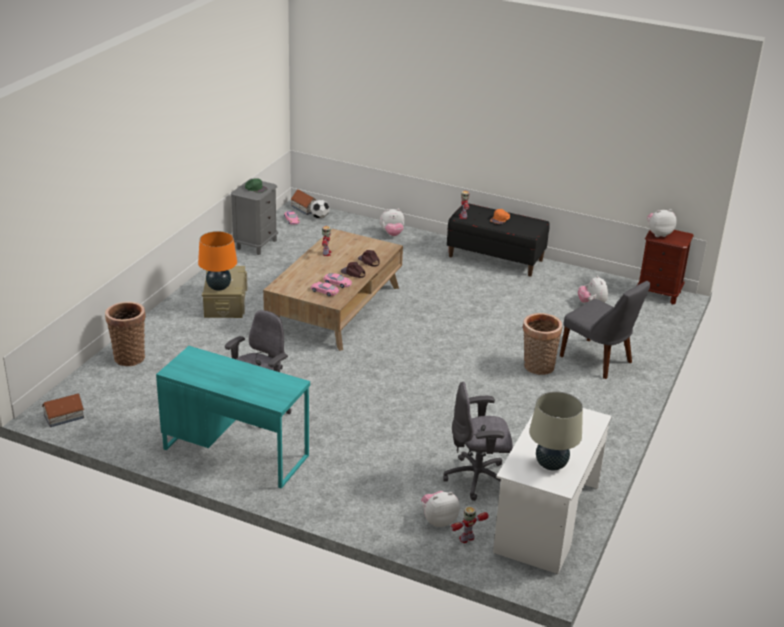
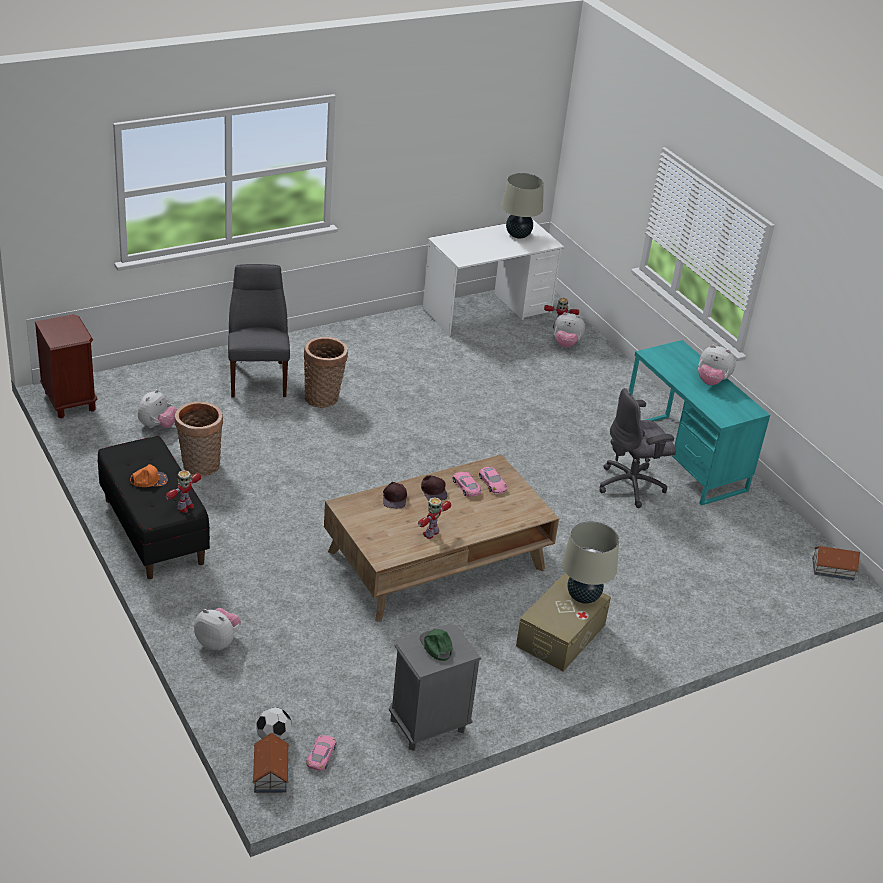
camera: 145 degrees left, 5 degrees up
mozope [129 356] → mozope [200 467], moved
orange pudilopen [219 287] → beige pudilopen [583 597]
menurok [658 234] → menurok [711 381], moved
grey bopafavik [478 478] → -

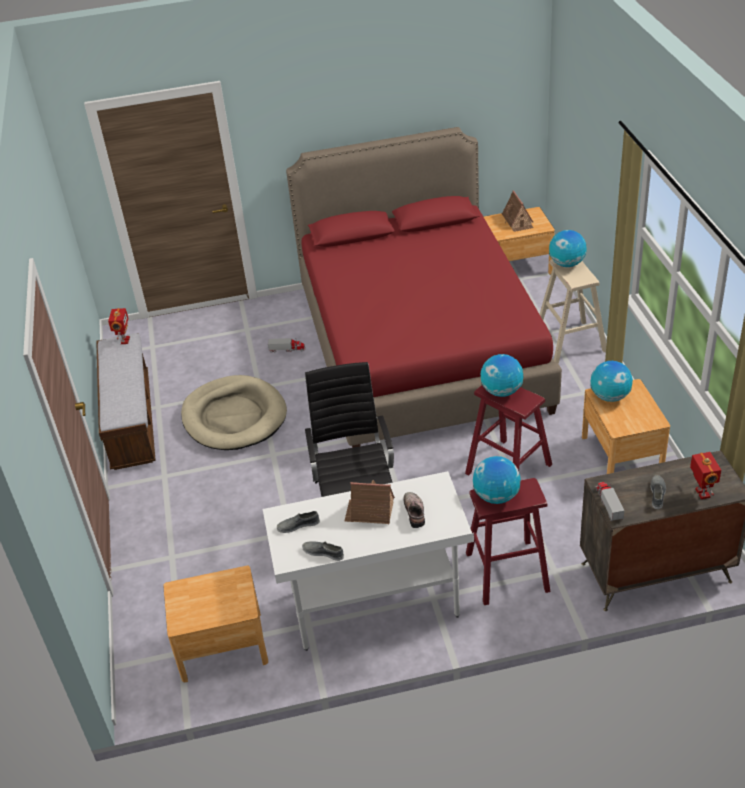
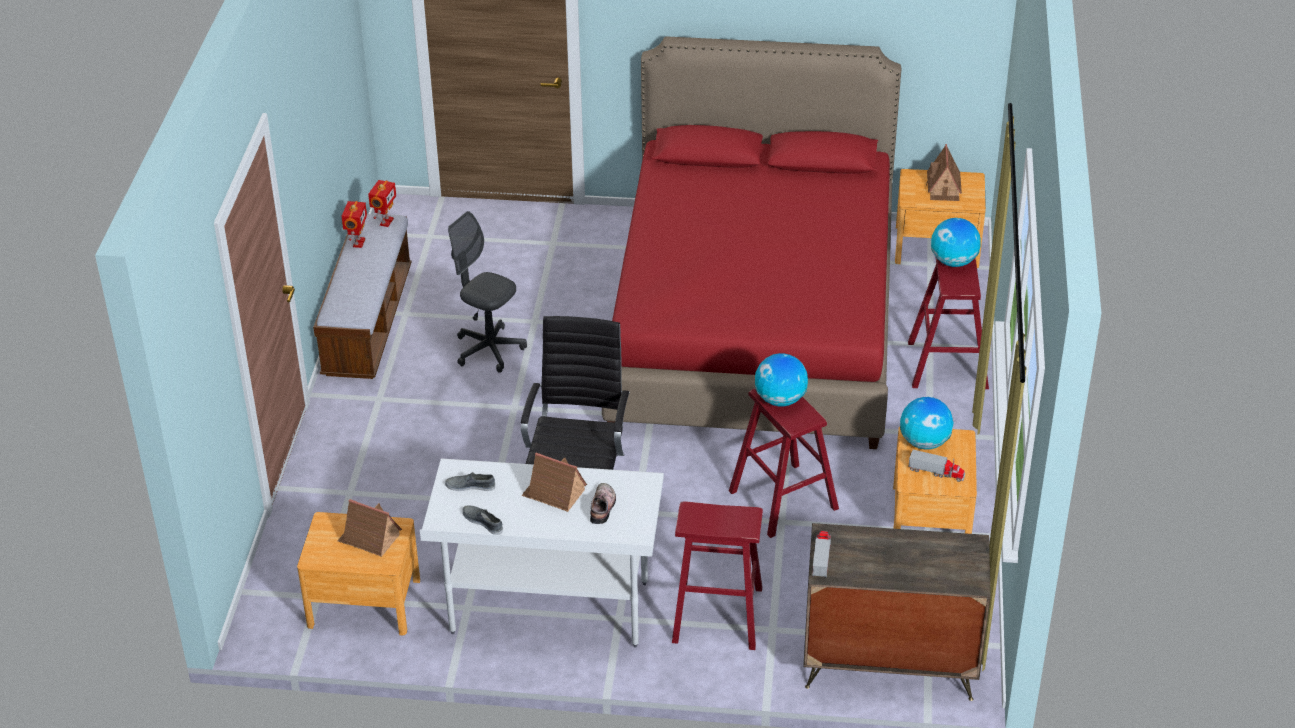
camera: 15 degrees right, 0 degrees up
- → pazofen [369 538]
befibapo [701 493] → befibapo [357 243], moved
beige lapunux [234 417] → grey bopafavik [489 350]
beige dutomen [570 342] → red dutomen [947 365]
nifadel [287 349] → nifadel [936 472], moved
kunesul [496 496] → -
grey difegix [657 494] → -

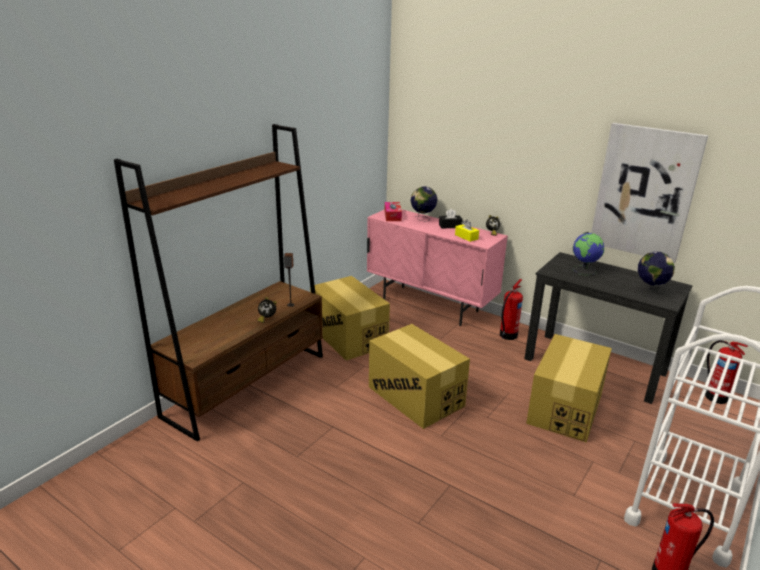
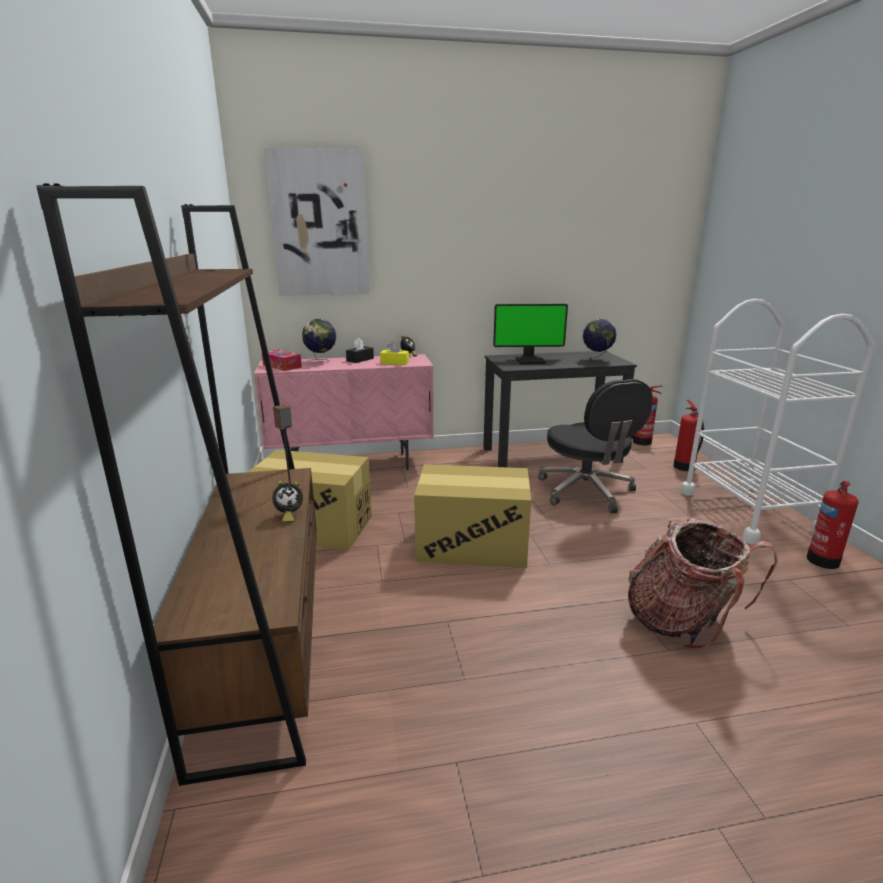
camera: 45 degrees left, 5 degrees down
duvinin [644 192] → duvinin [320 224], moved
kunesul [584 270] → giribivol [530 360]
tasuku [565 408] → black bopafavik [586 492]
- → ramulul [682 622]
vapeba [507 335] → vapeba [684 467], moved

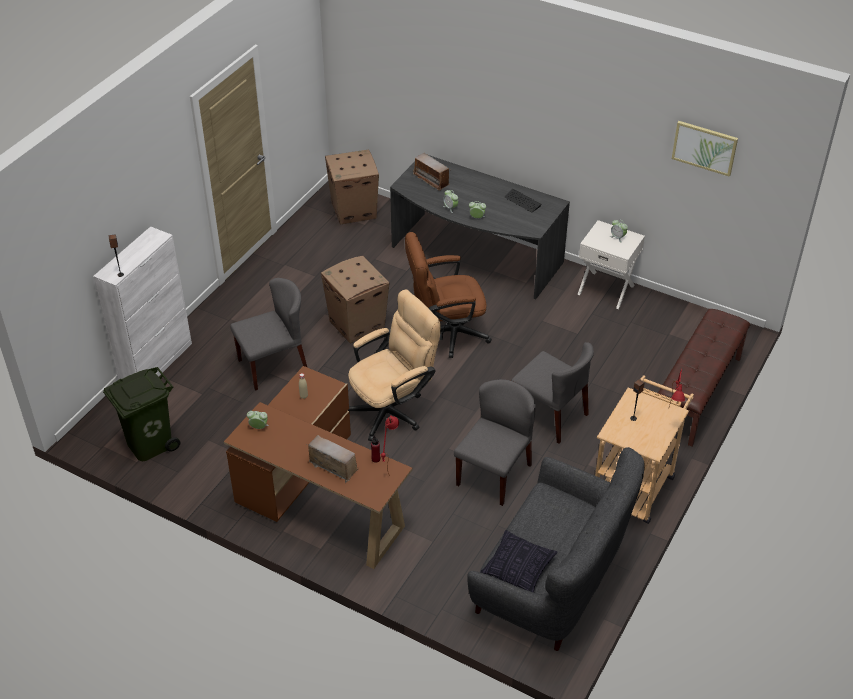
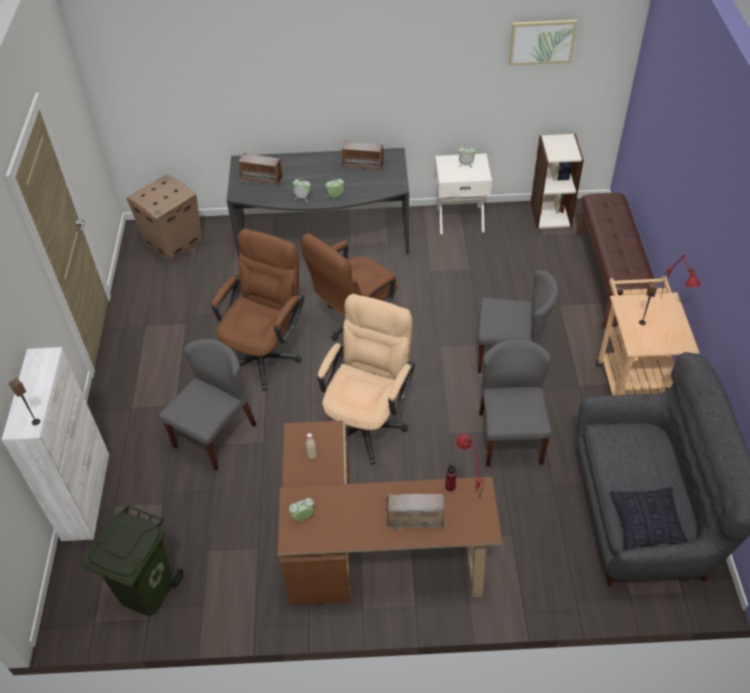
camera: 30 degrees left, 5 degrees up
tasuku [357 324] → brown bopafavik [265 352]
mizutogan [522 201] → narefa [363 164]
- → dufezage [550 214]

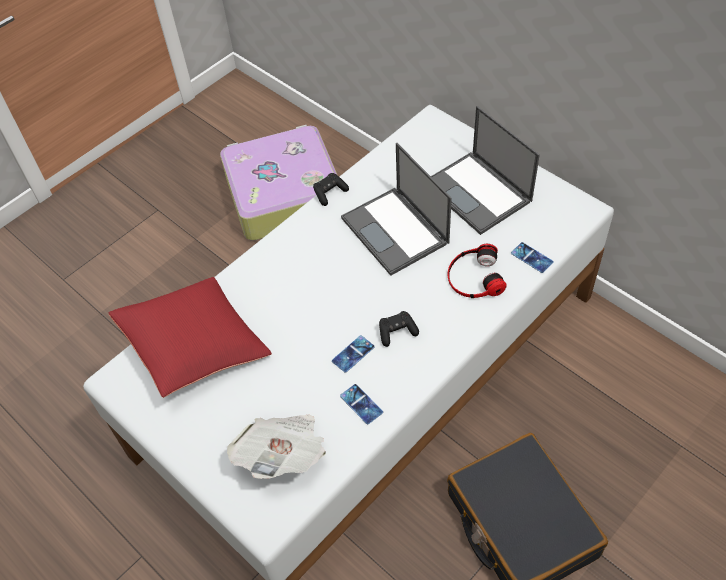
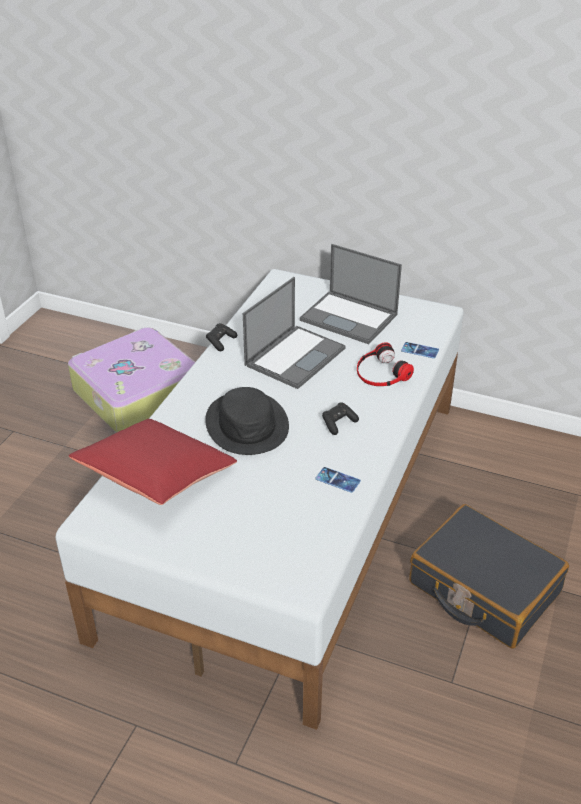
camera: 25 degrees left, 15 degrees down
- → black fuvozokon [247 424]
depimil [396 231] → depimil [295 356], 90 degrees counterclockwise
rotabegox [283 454] → -
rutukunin [353 354] → -

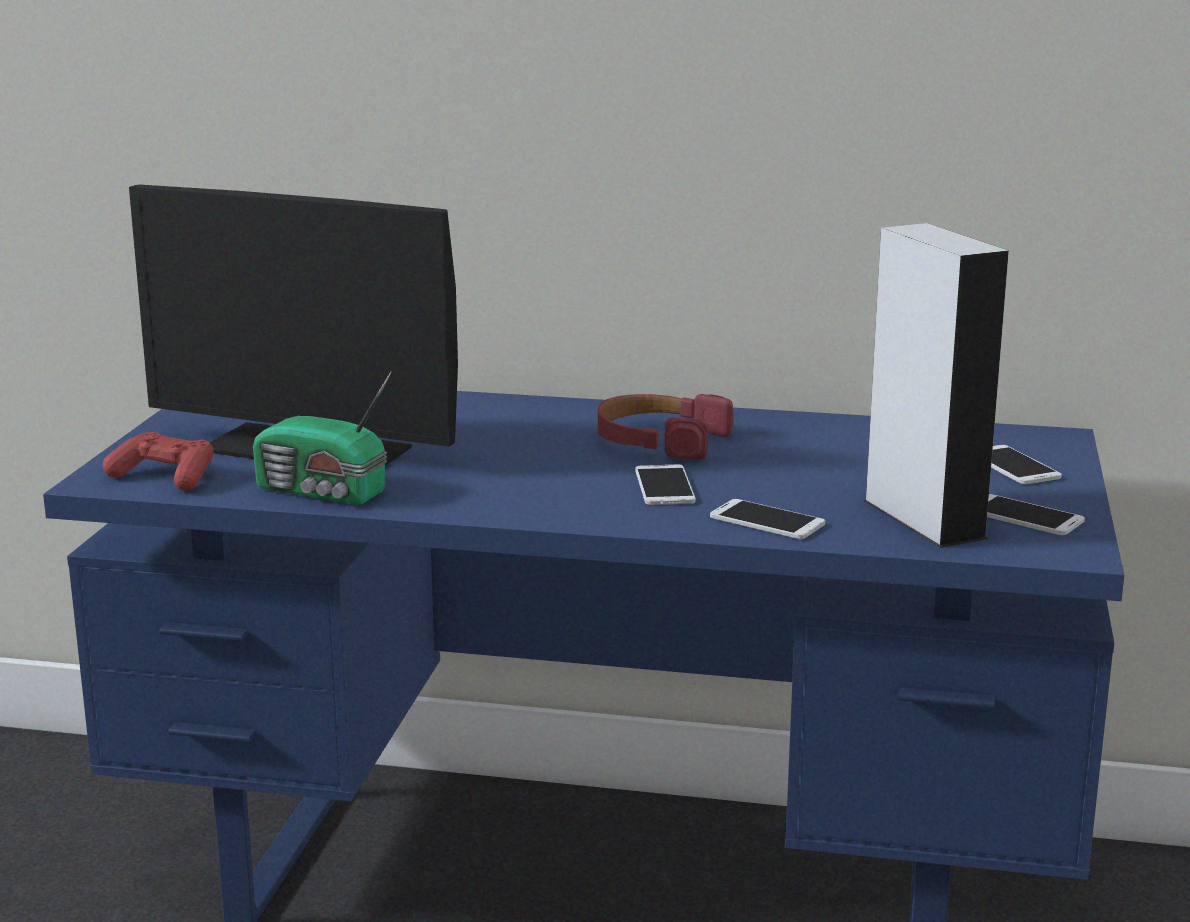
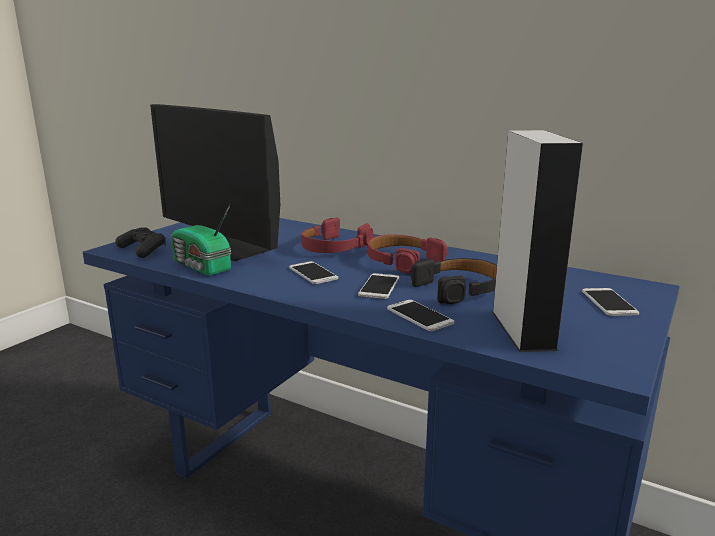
camera: 20 degrees right, 0 degrees up
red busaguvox [164 476] → black busaguvox [142 250]
rutukunin [1025 516] → rutukunin [313 273], moved
- → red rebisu [333 247]
- → black rebisu [459 288]

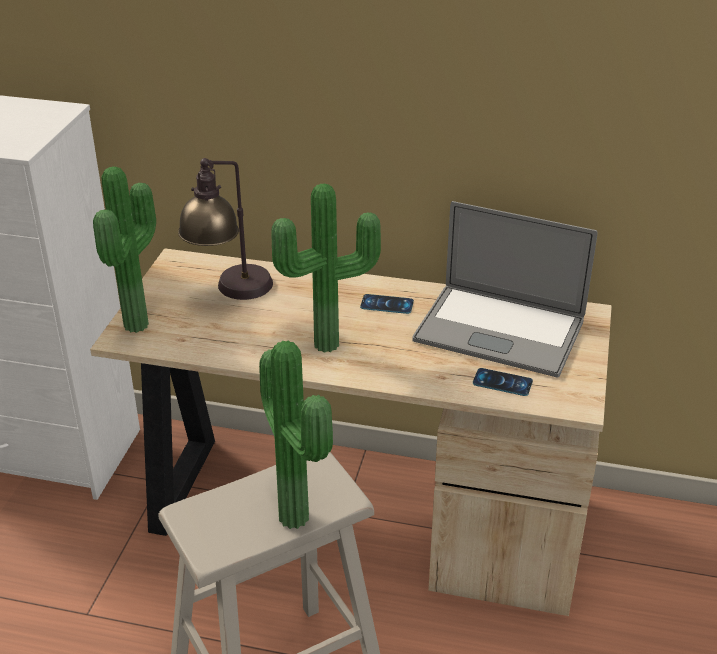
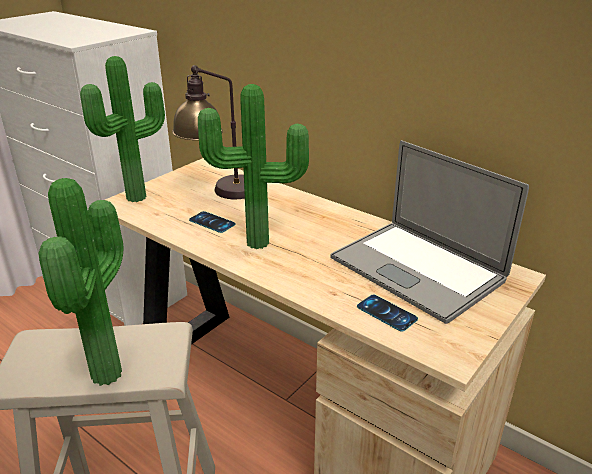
camera: 25 degrees right, 5 degrees down
rutukunin [387 304] → rutukunin [212 222], moved

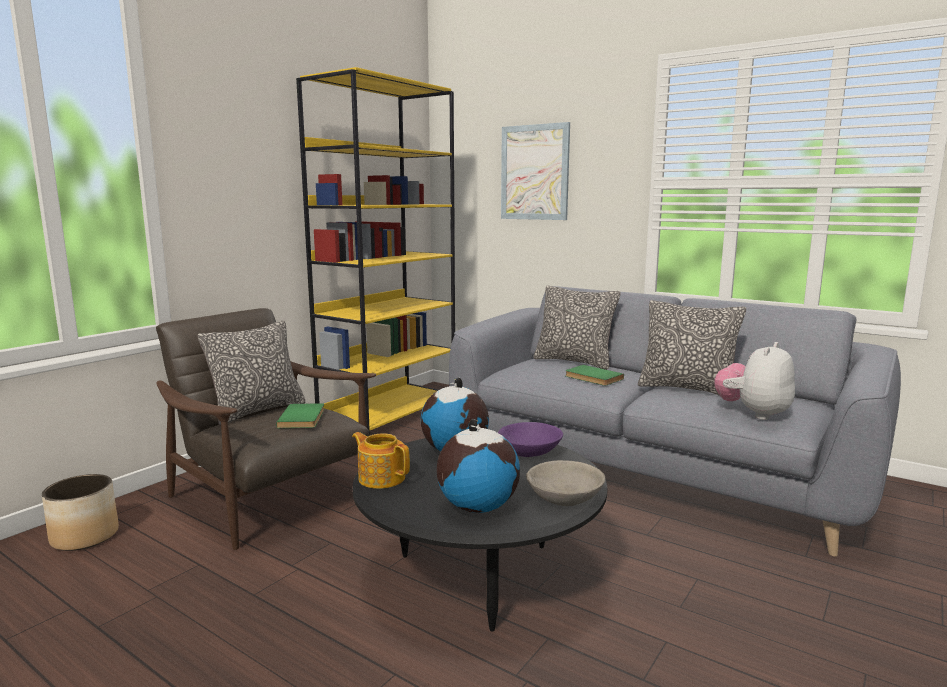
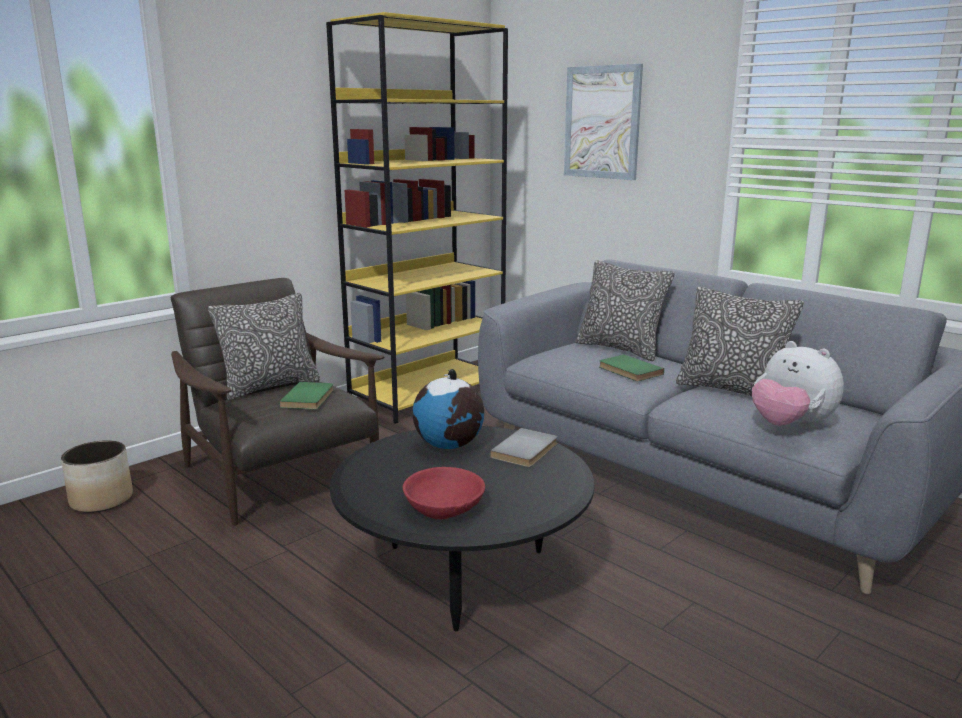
camera: 10 degrees right, 5 degrees up
kunesul [477 507] → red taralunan [444 507]
purple taralunan [529 451] → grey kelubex [527 451]
menurok [753 413] → menurok [790 426], 90 degrees counterclockwise
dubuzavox [381 478] → -
grey taralunan [564 497] → -

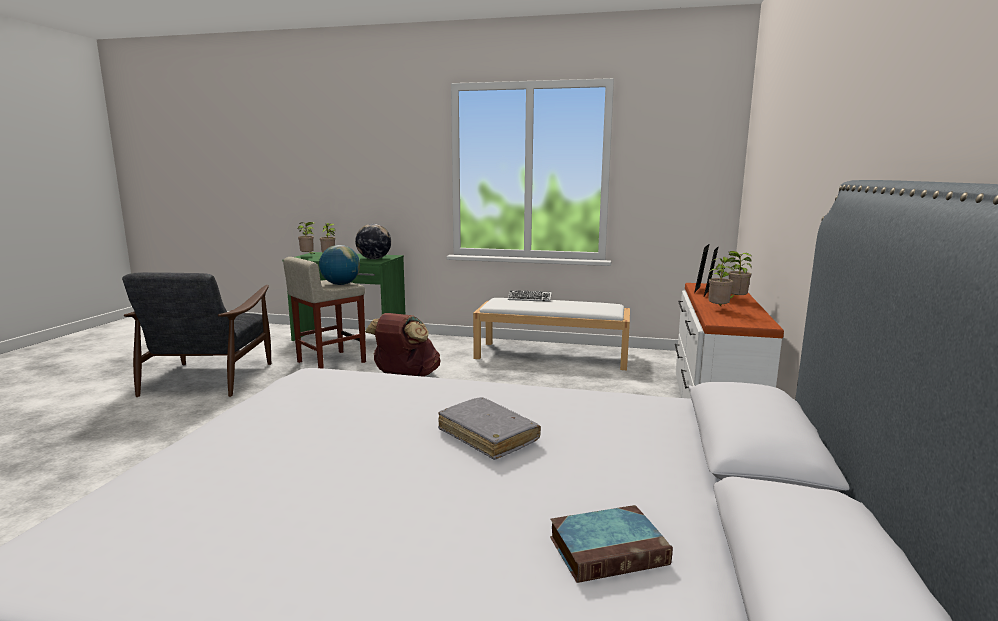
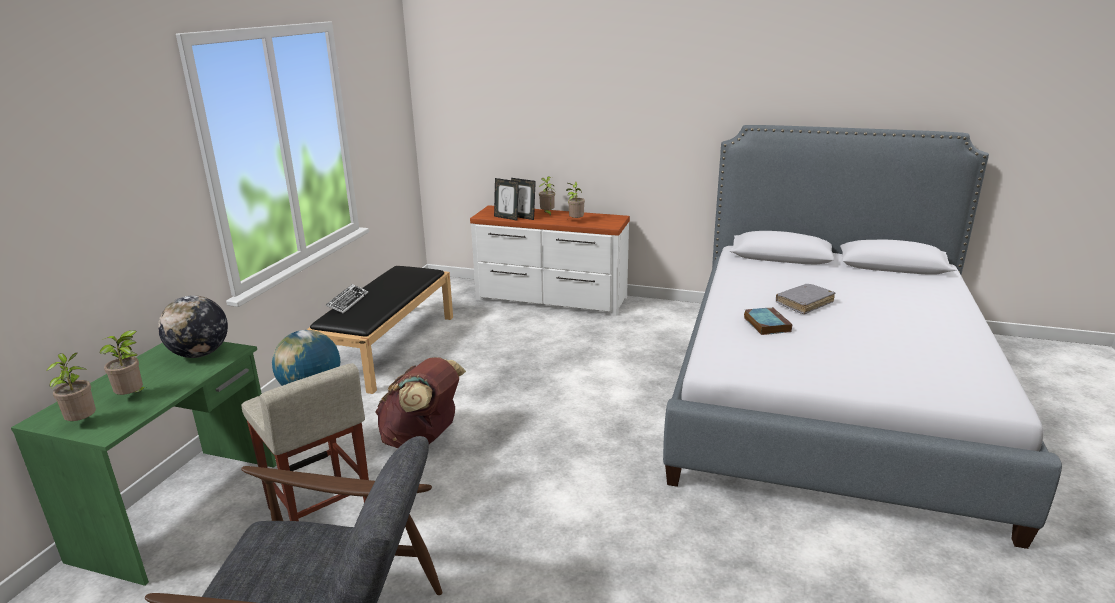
camera: 85 degrees left, 10 degrees up
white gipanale [552 355] → black gipanale [388 347]
kelubex [609 549] → kelubex [766 324], moved

